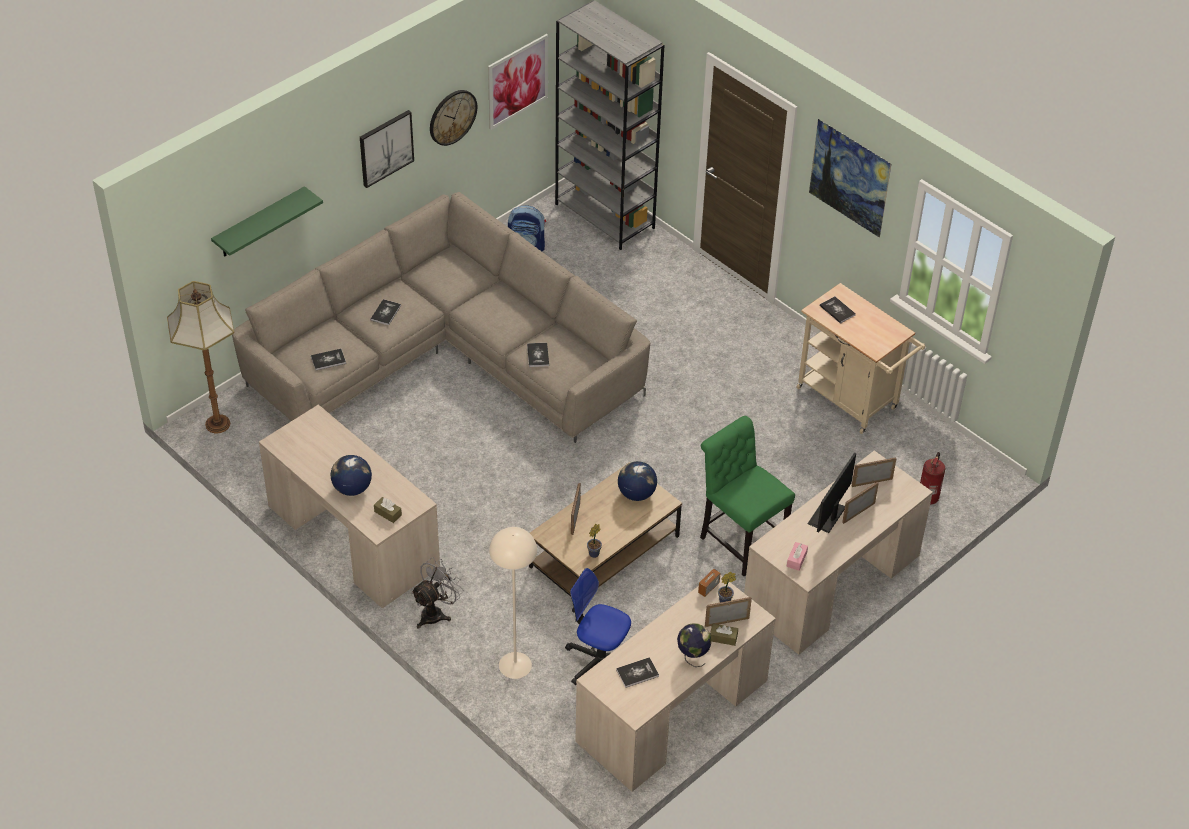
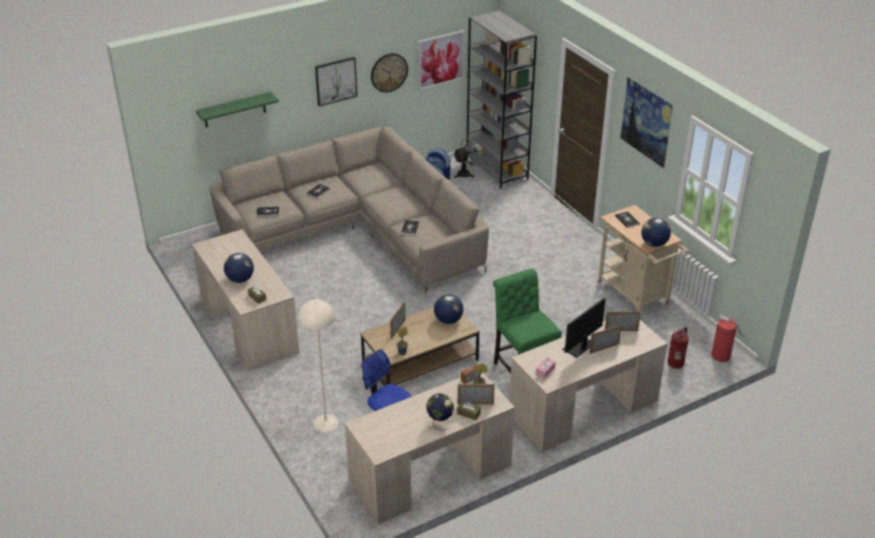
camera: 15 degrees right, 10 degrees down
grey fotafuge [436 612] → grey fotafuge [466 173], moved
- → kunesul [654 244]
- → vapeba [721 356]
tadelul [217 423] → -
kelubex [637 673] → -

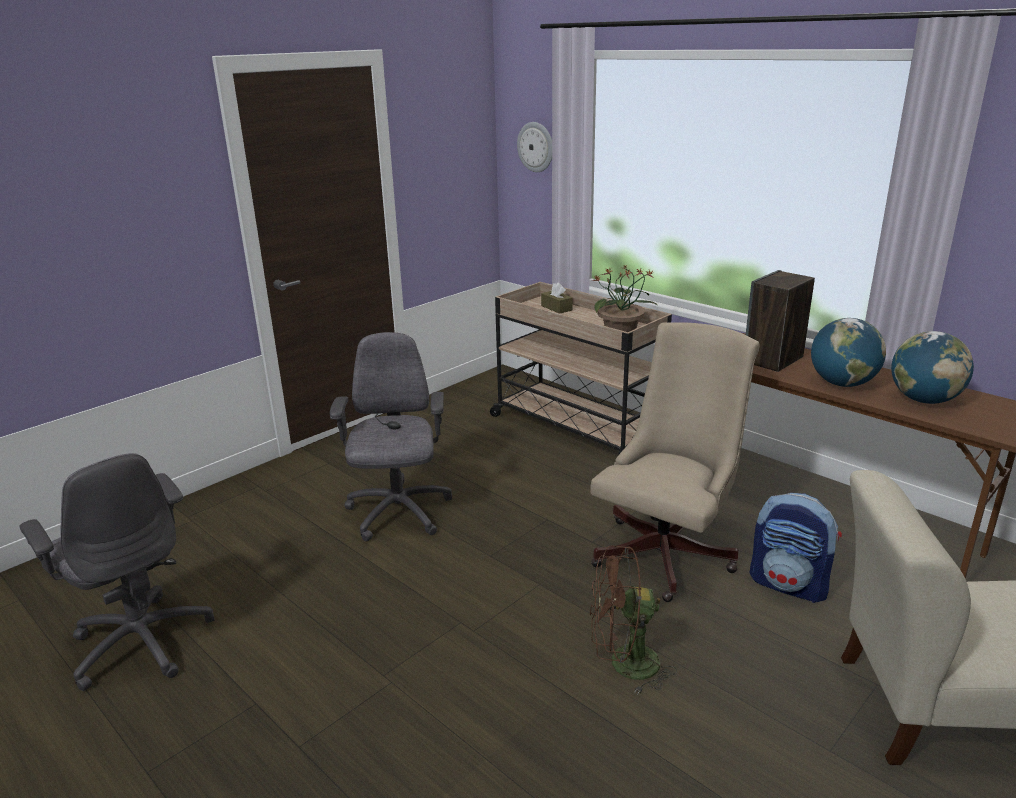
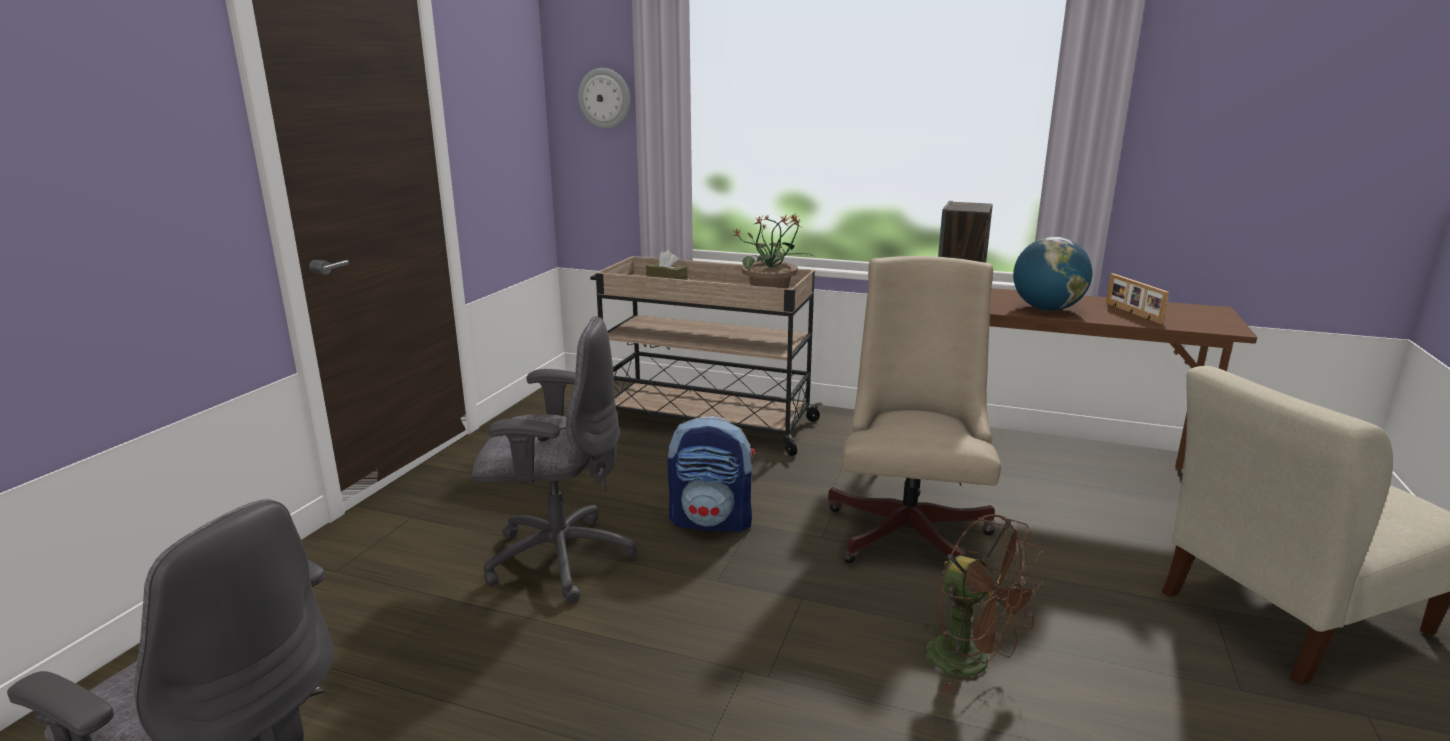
camera: 25 degrees left, 5 degrees down
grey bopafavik [398 513] → grey bopafavik [558 558], 120 degrees clockwise
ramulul [789 584] → ramulul [712 521], moved
brown fotafuge [624 665] → brown fotafuge [971 663], 105 degrees counterclockwise
kunesul [924 400] → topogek [1131 313]

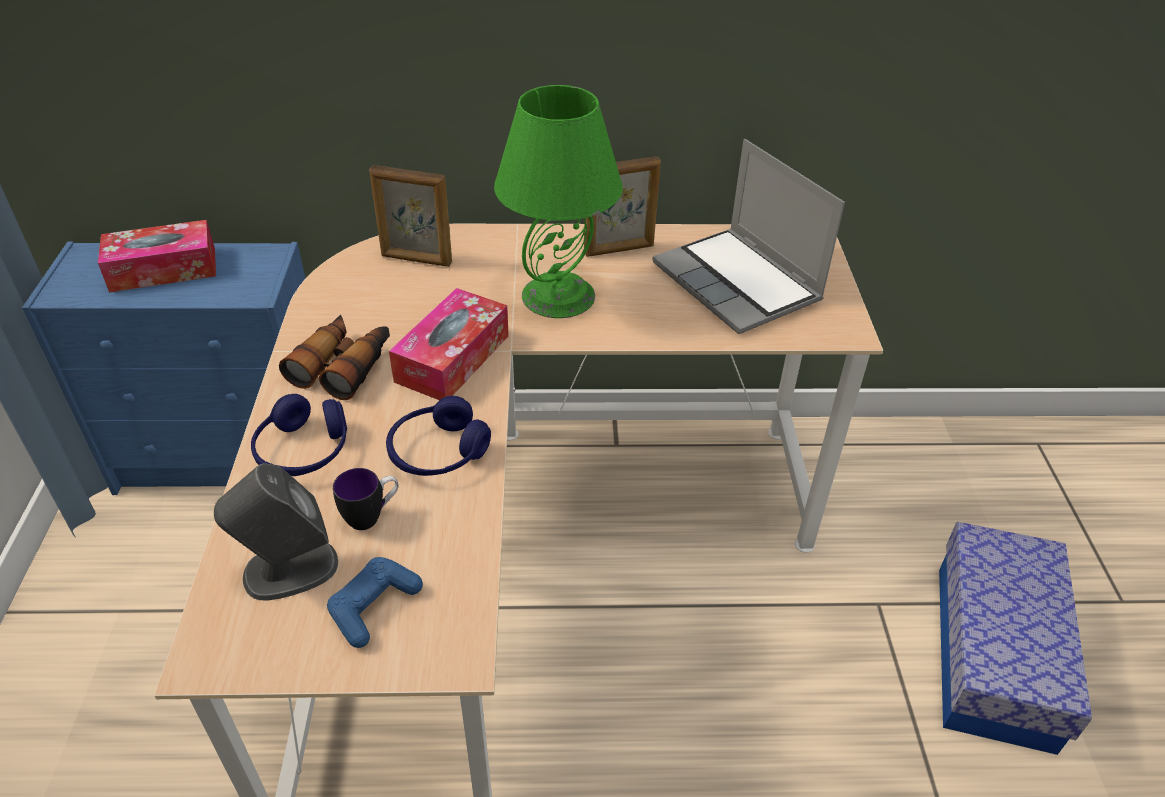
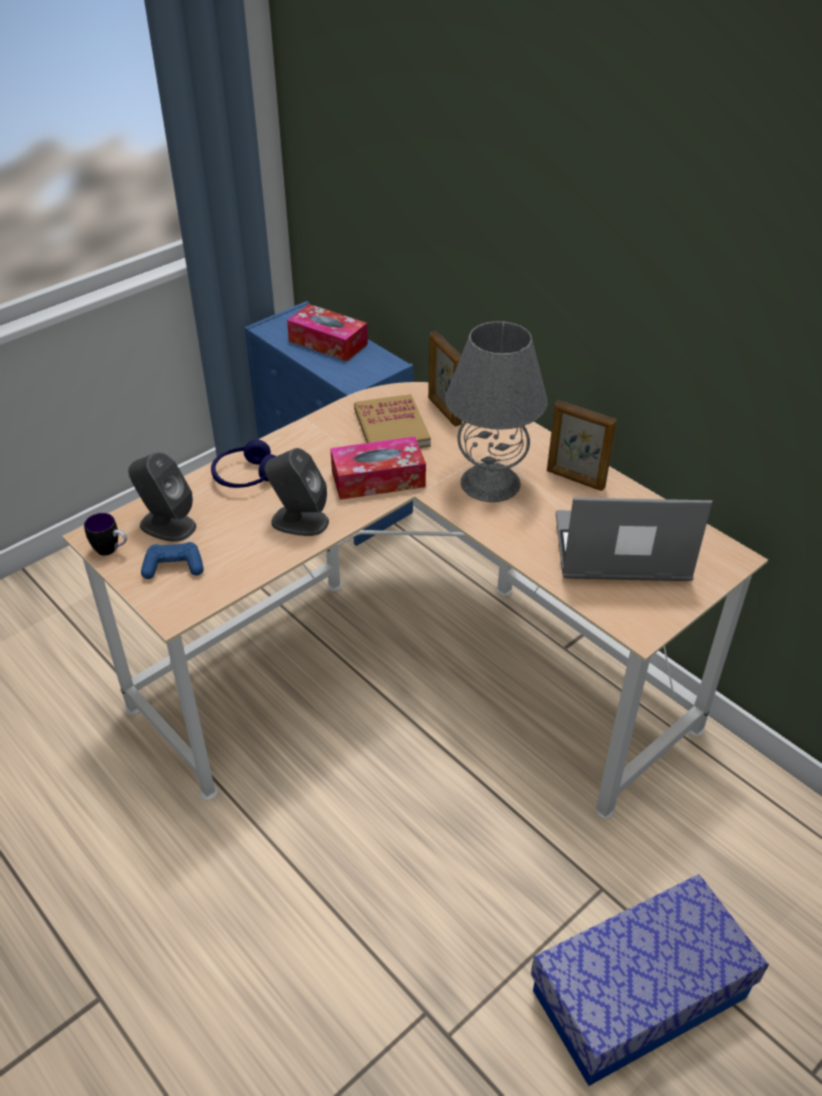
camera: 50 degrees right, 0 degrees up
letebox [372 516] → letebox [111 550], moved
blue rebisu [438 452] → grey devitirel [299 521]
- → kelubex [391 428]
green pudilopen [558 295] → grey pudilopen [491 482]
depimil [739 283] → depimil [619 551], 75 degrees clockwise
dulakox [344 365] → -

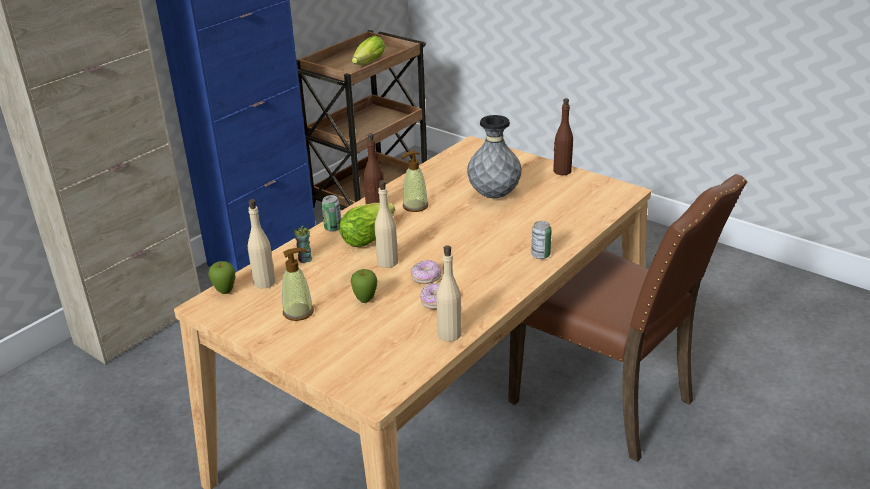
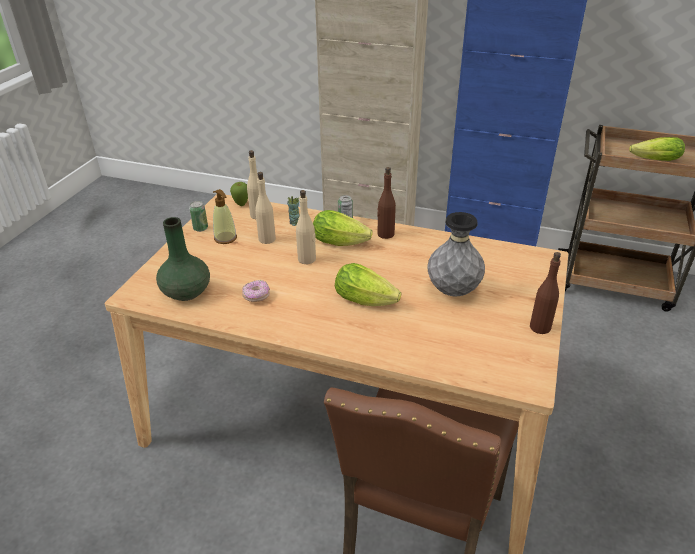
camera: 70 degrees right, 5 degrees up
- → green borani [186 292]
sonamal [540 255] → sonamal [200 228], moved
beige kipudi [449 334] → beige kipudi [267 239], moved
- → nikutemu [368 300]
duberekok [365 300] → -
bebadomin [415 206] → -
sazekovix [426 278] → -

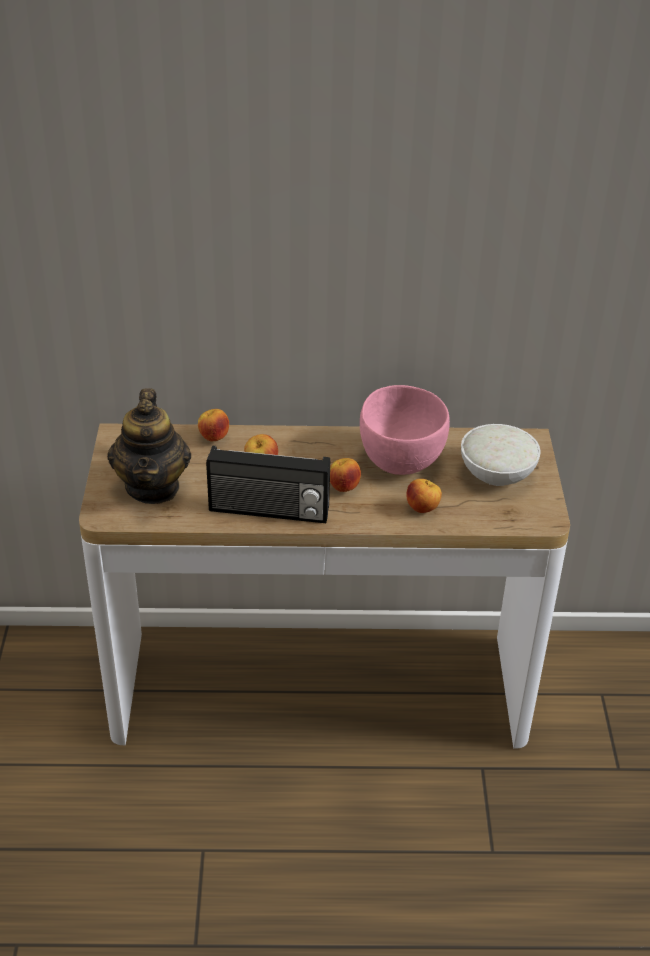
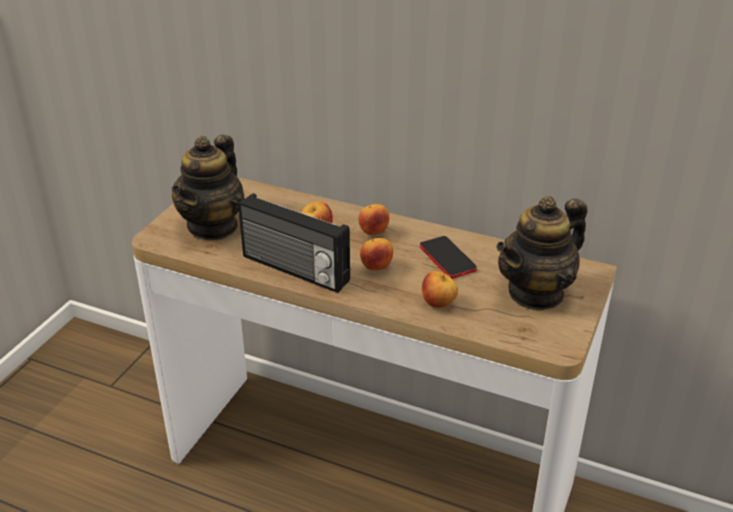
camera: 25 degrees right, 5 degrees down
duberekok [213 437] → duberekok [373 232], moved
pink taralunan [401 460] → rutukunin [447 258]
white taralunan [498 474] → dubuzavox [536 293]

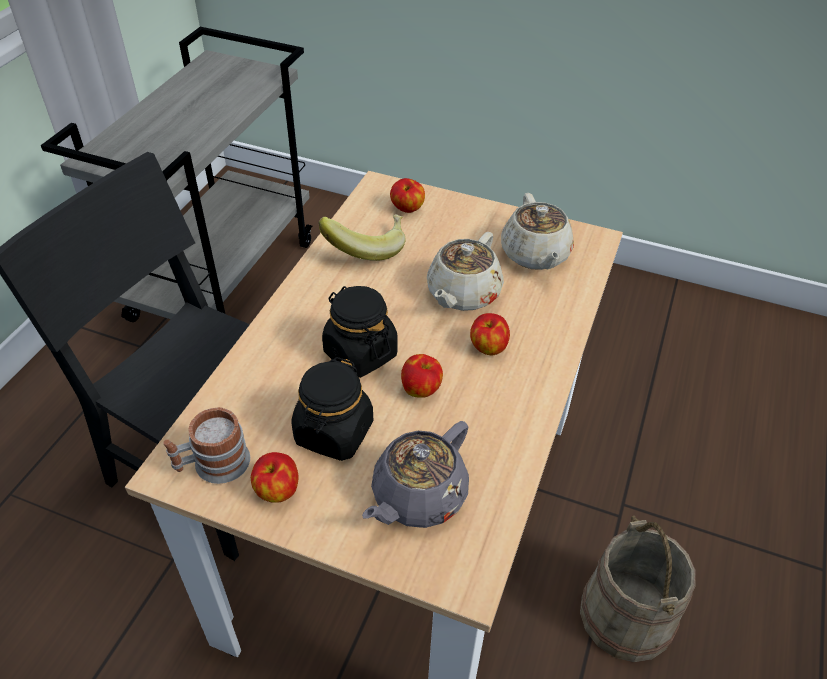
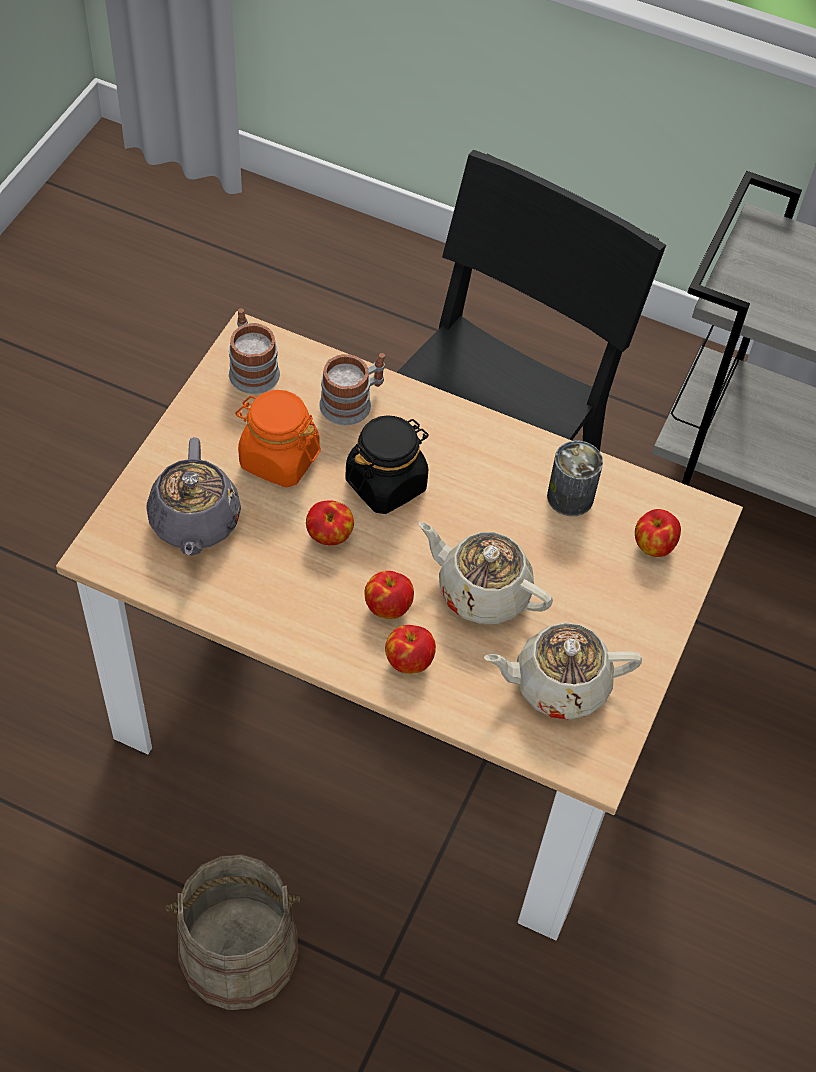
camera: 90 degrees right, 10 degrees up
grey dubuzavox [417 496] → grey dubuzavox [194 522], 135 degrees counterclockwise
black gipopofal [334 433] → orange gipopofal [278 459]
- → letebox [353 402]
duberekok [277 491] → duberekok [409 660], moved
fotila [366 247] → sonamal [570 497]

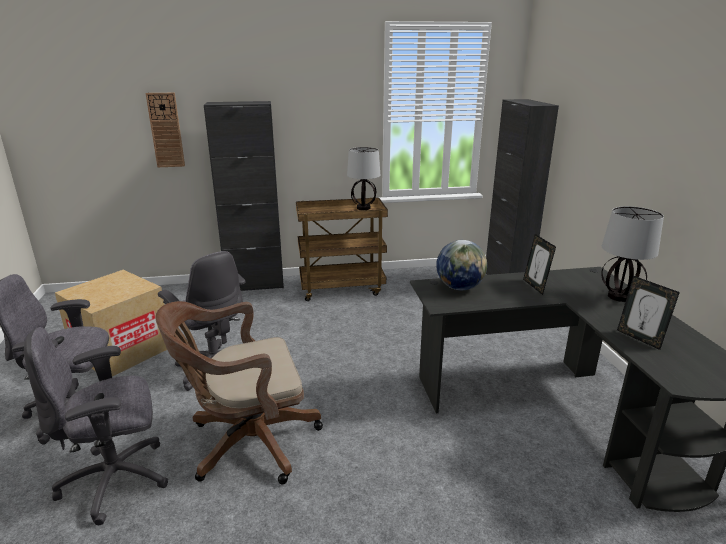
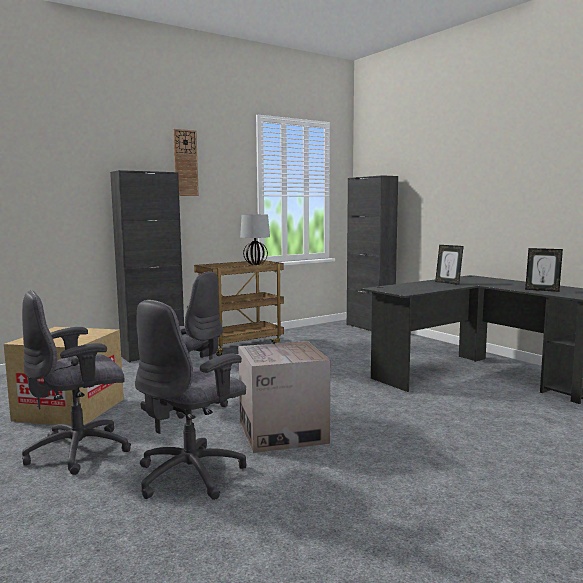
camera: 25 degrees left, 15 degrees down
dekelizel [166 130] → dekelizel [185 163], moved
brown bopafavik [247 443] → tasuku [282 432]
kunesul [459 287] → -
pudilopen [618 297] → -

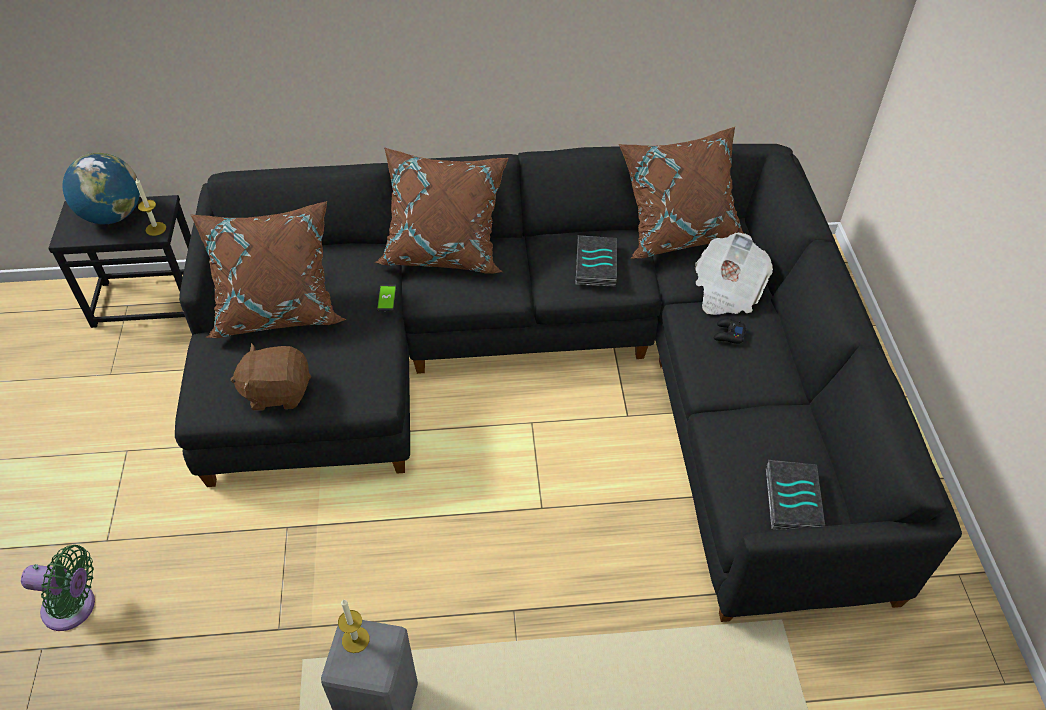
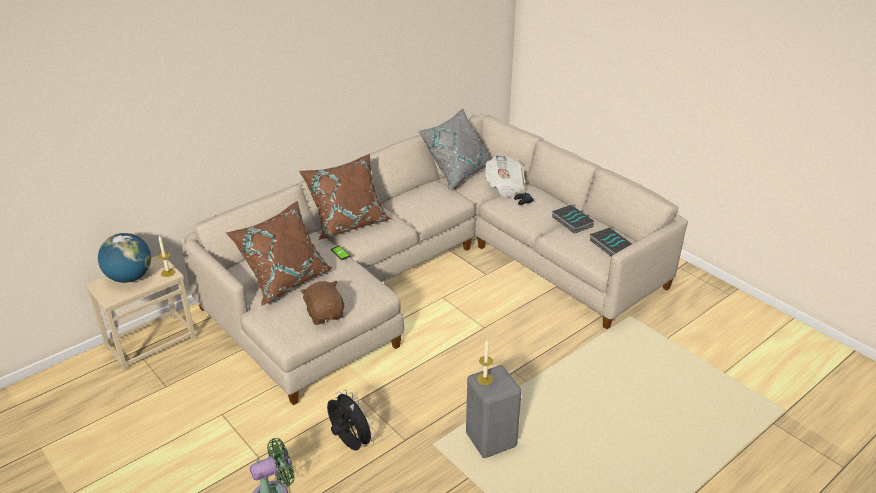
camera: 35 degrees left, 15 degrees down
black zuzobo [150 300] → beige zuzobo [150 342]
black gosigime [551 370] → beige gosigime [429 273]
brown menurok [277 392] → brown menurok [325 314], 105 degrees clockwise
- → black fotafuge [350 443]
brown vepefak [678 231] → grey vepefak [457 173]
kelubex [594 264] → kelubex [571 222], moved

